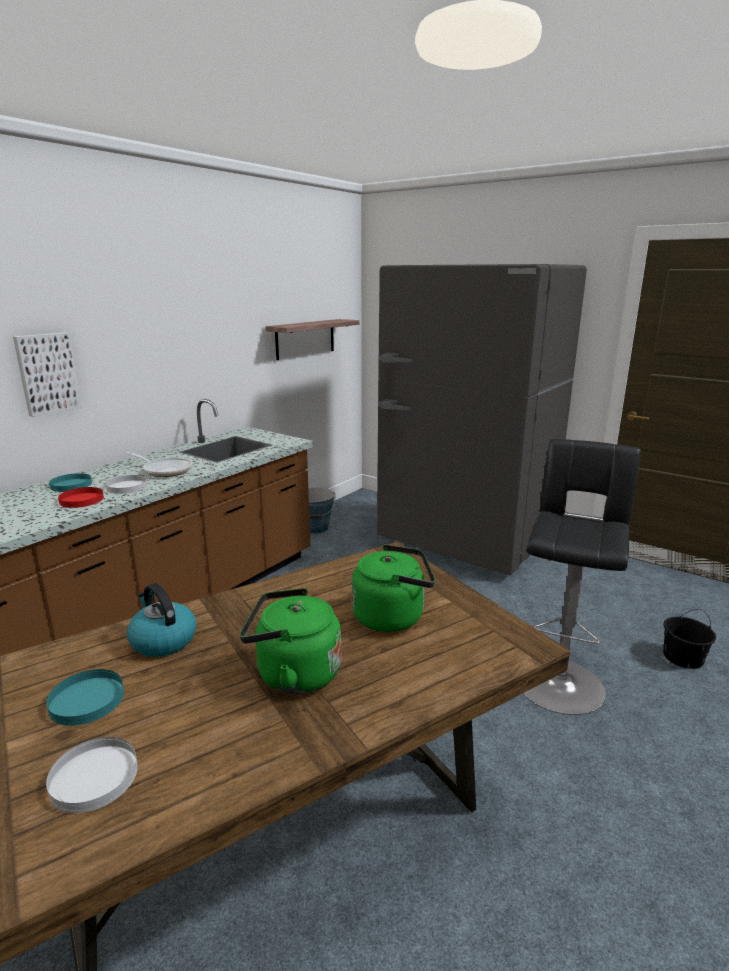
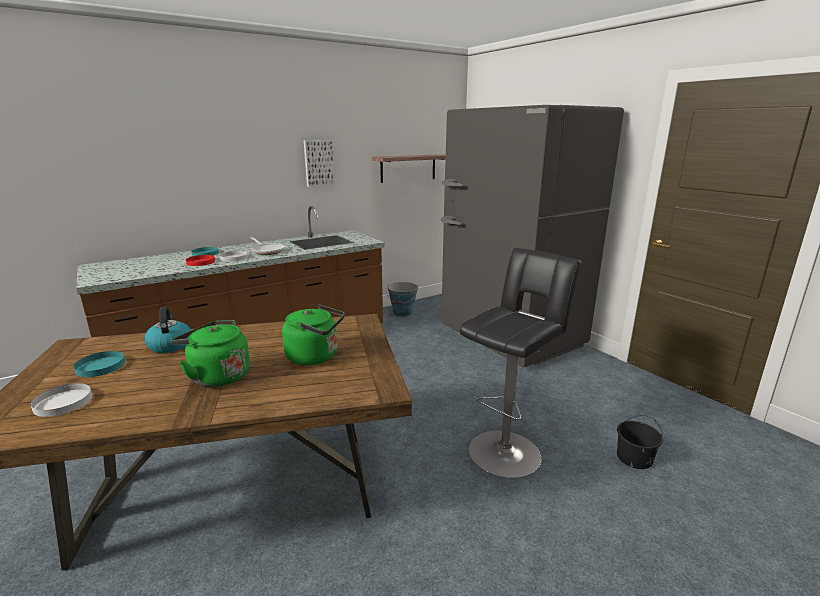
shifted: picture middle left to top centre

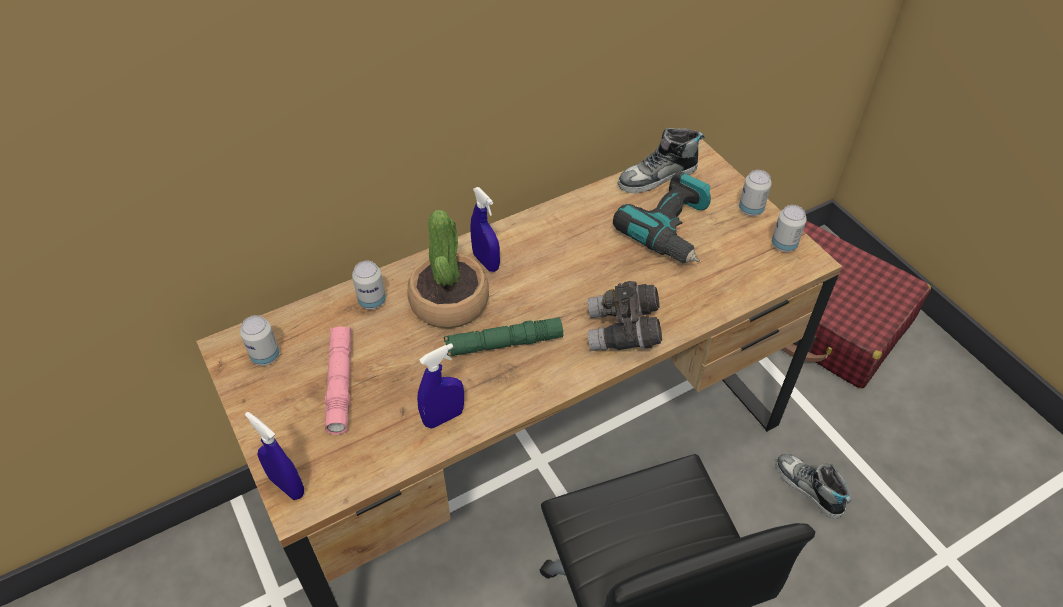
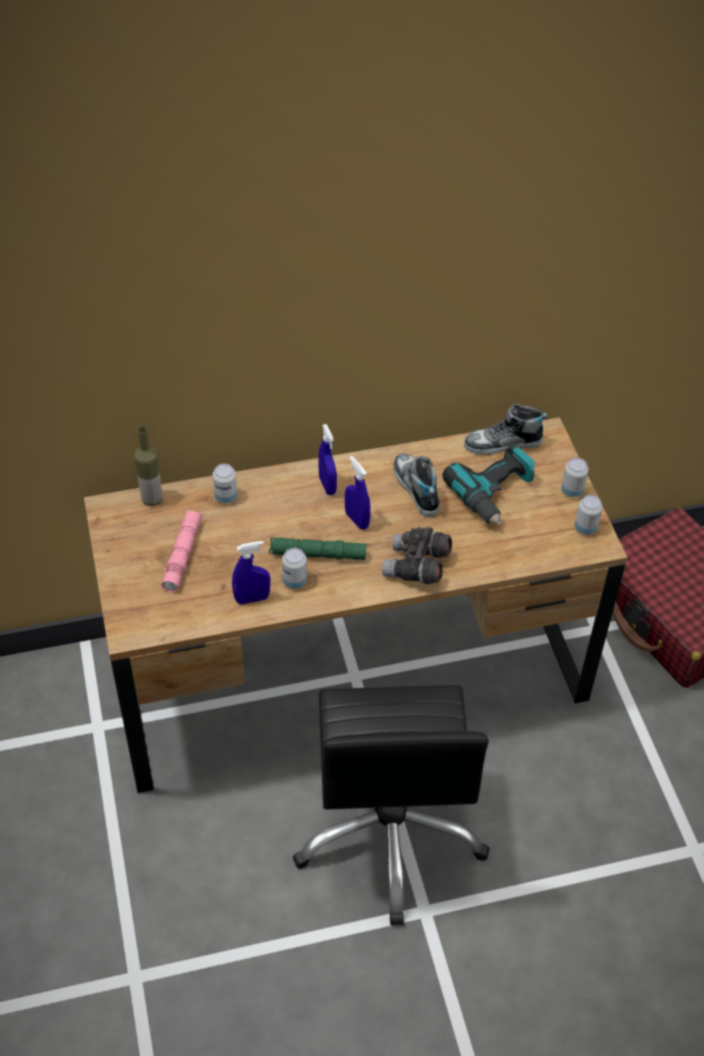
gone: potted plant centre
new: bottle middle left
shifted: can (no. 1 from left in the first image) middle left to can (no. 2 from left) centre; spray bottle in blue (no. 1 from left in the first image) bottom left to spray bottle in blue (no. 3 from left) centre; shoe (no. 2 from left in the first image) bottom right to shoe (no. 1 from left) centre

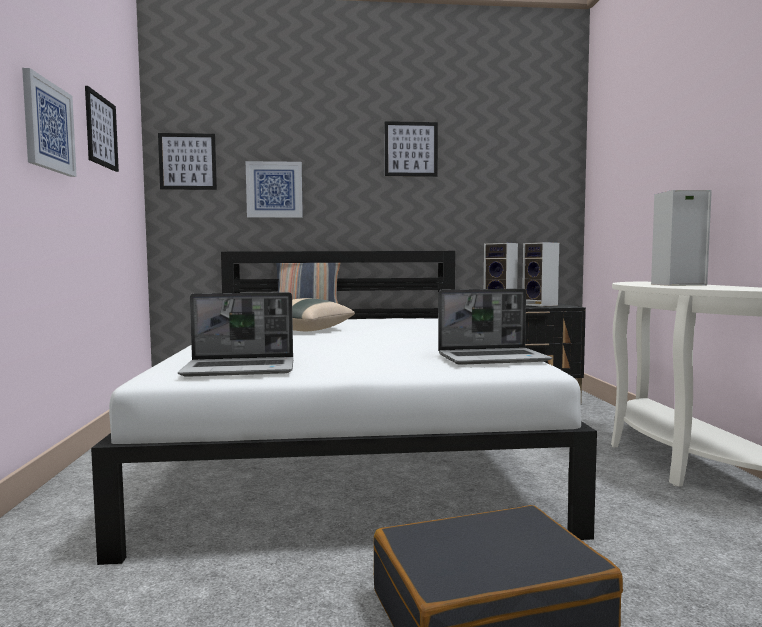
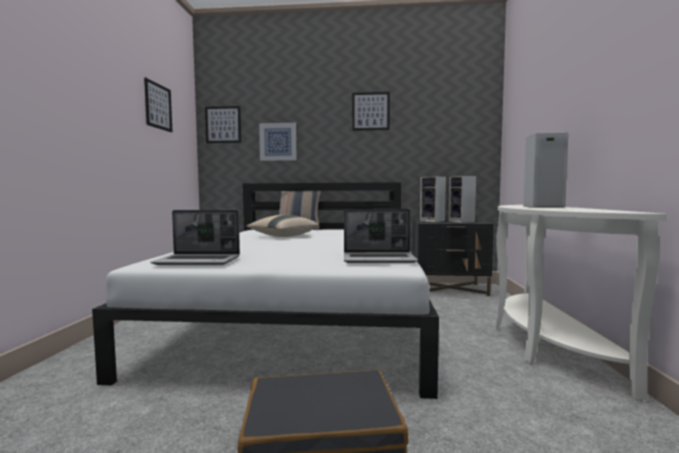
gone: picture (no. 1 from left) top left

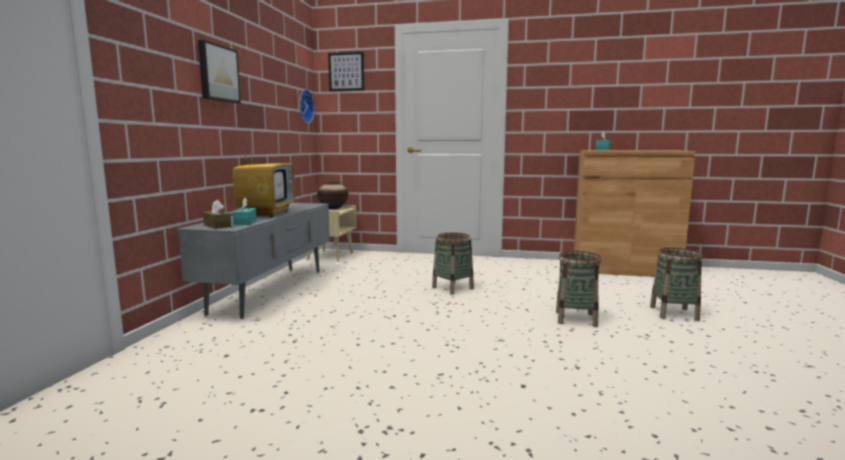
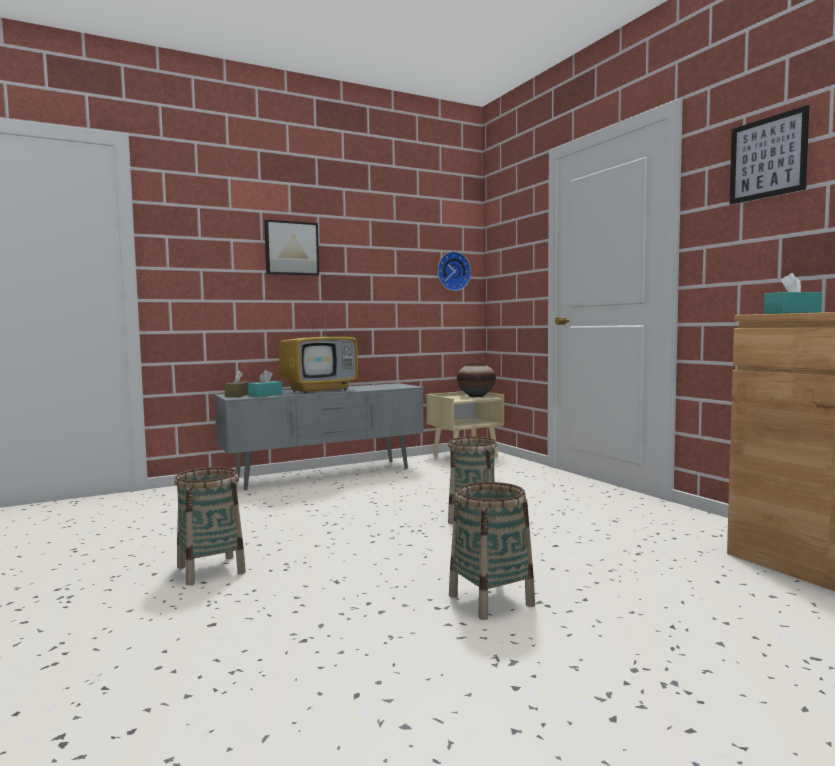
shifted: picture (no. 2 from left) top centre to top right; basket (no. 3 from left in the first image) middle right to basket (no. 1 from left) bottom left

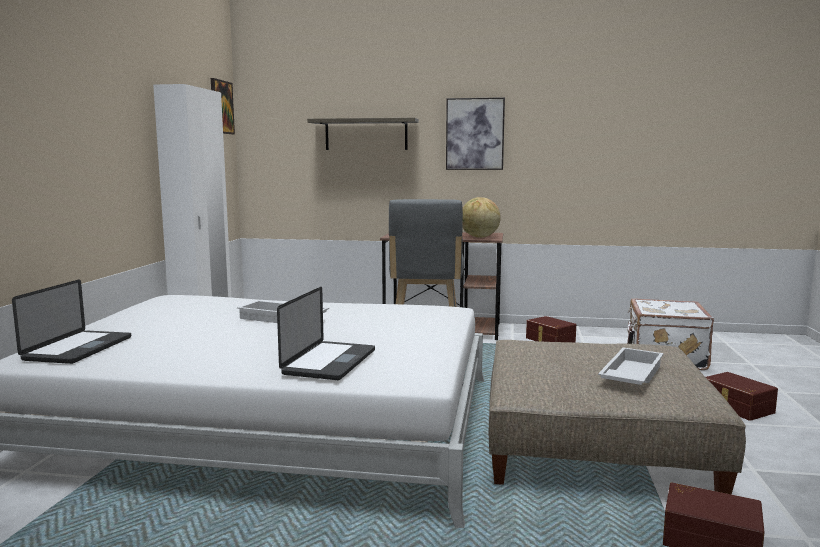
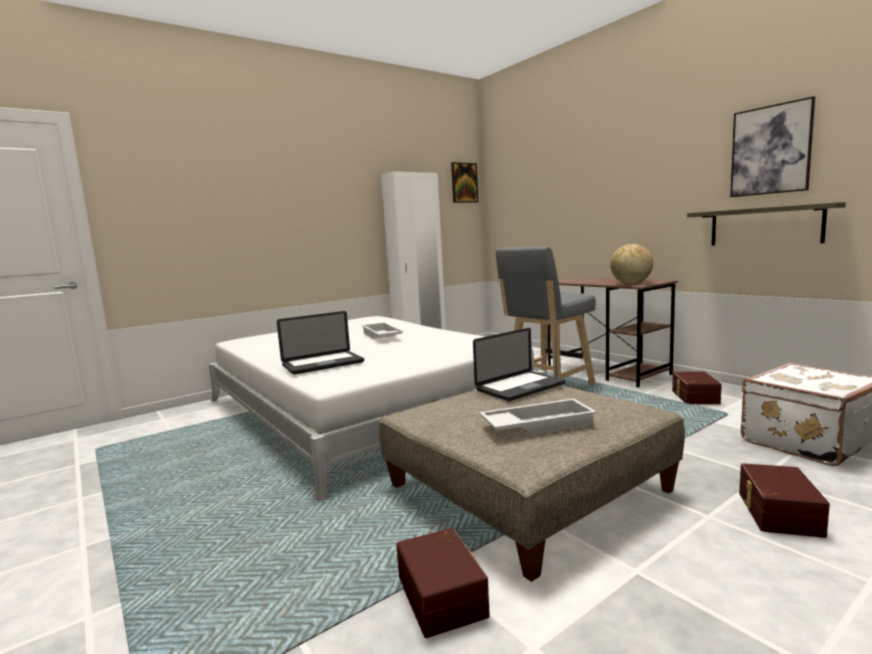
shifted: laptop (no. 1 from left in the first image) middle left to laptop (no. 2 from left) centre; shelf top centre to middle right; picture (no. 2 from left) top centre to top right

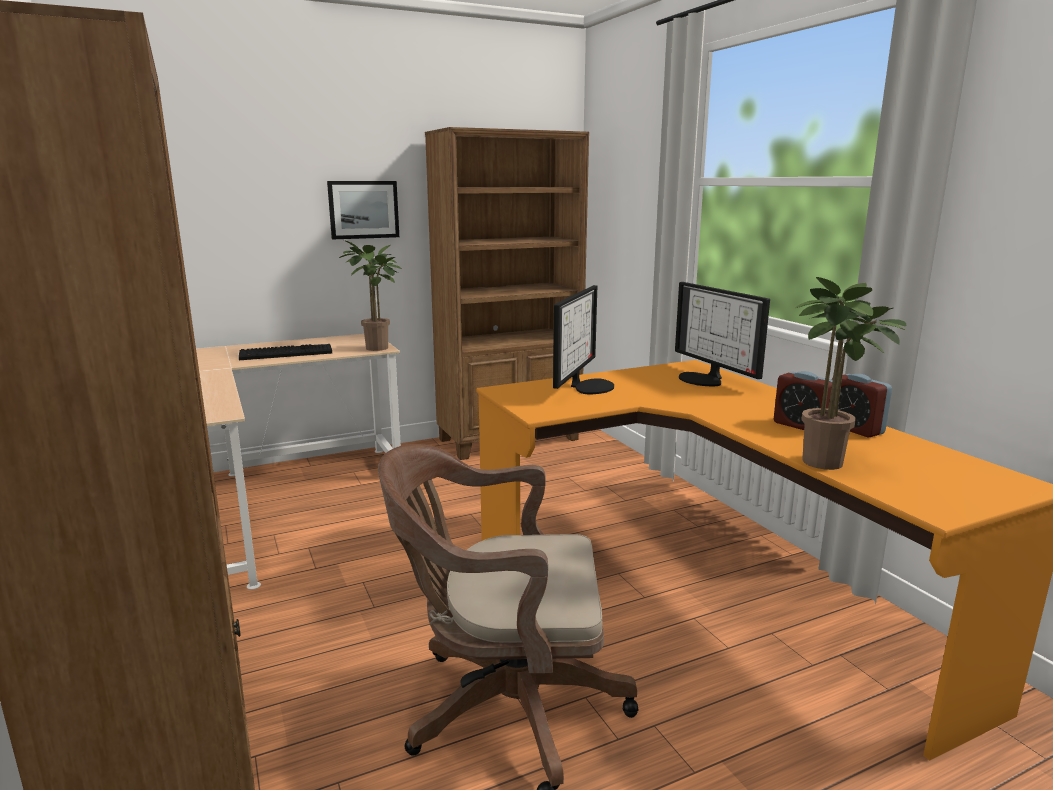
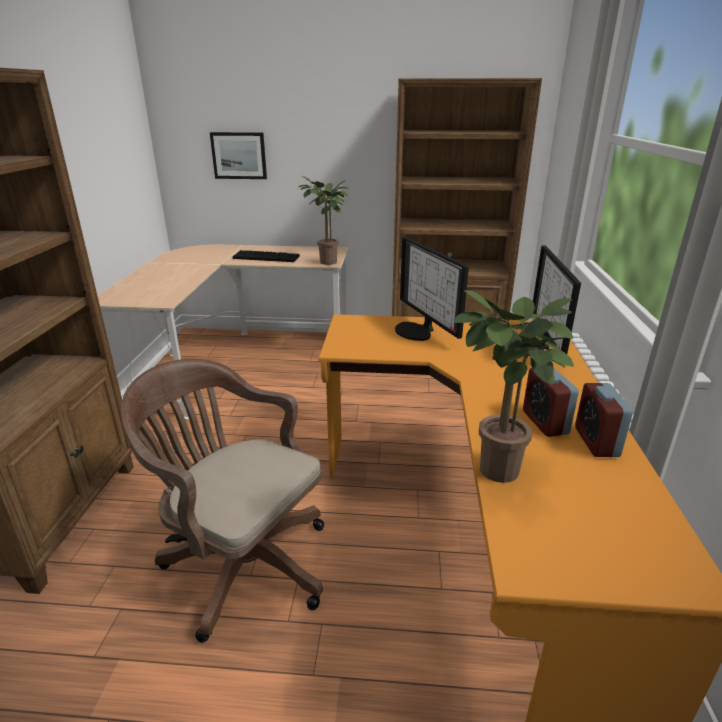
shifted: picture top centre to top left
rotated: monitor (no. 1 from left) centre = centre 105 degrees clockwise

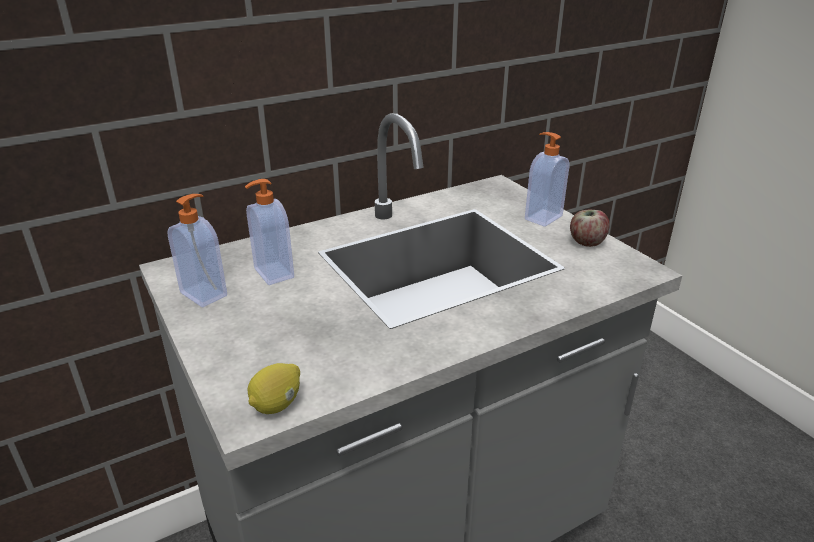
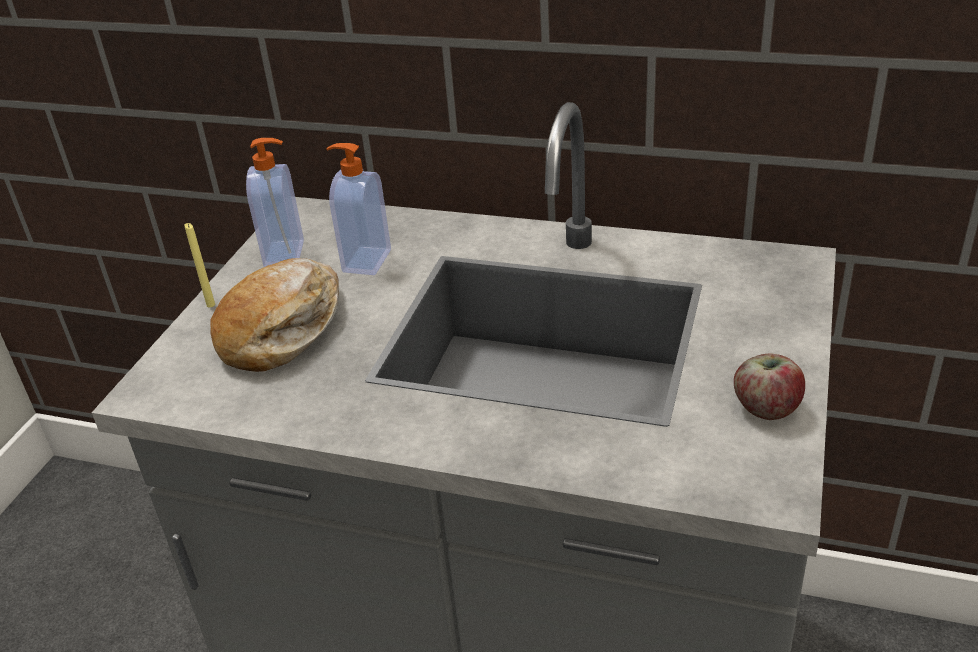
gone: lemon bottom centre; soap dispenser (no. 3 from left) top right
new: candle in yellow middle left; bread middle left

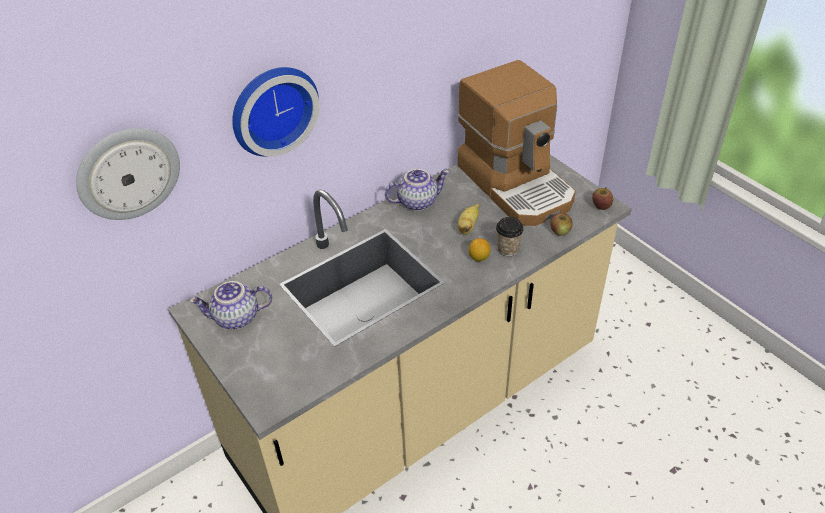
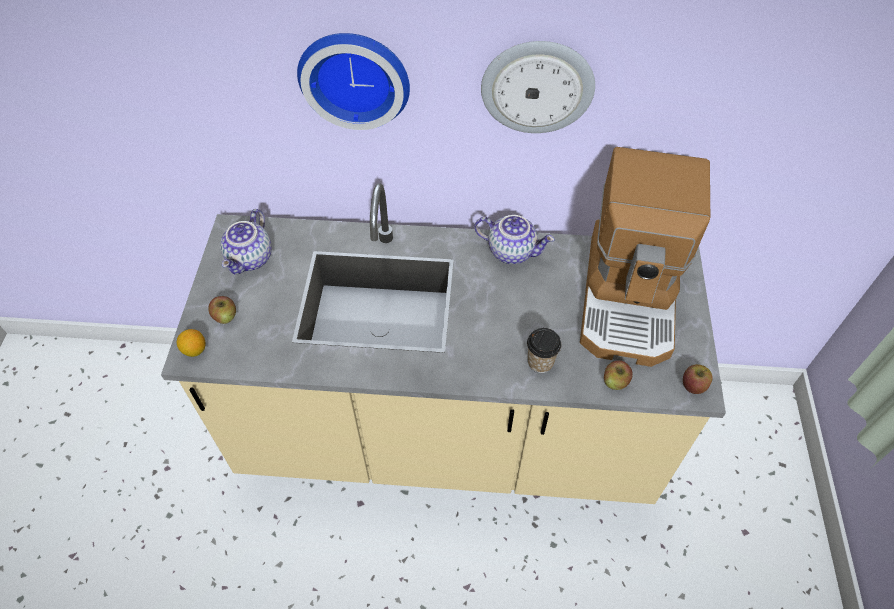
gone: banana centre
new: apple (no. 1 from left) middle left
shifted: wall clock (no. 1 from left in the first image) middle left to wall clock (no. 2 from left) top centre; lemon centre to middle left
rotated: teapot (no. 1 from left) middle left = middle left 105 degrees counterclockwise

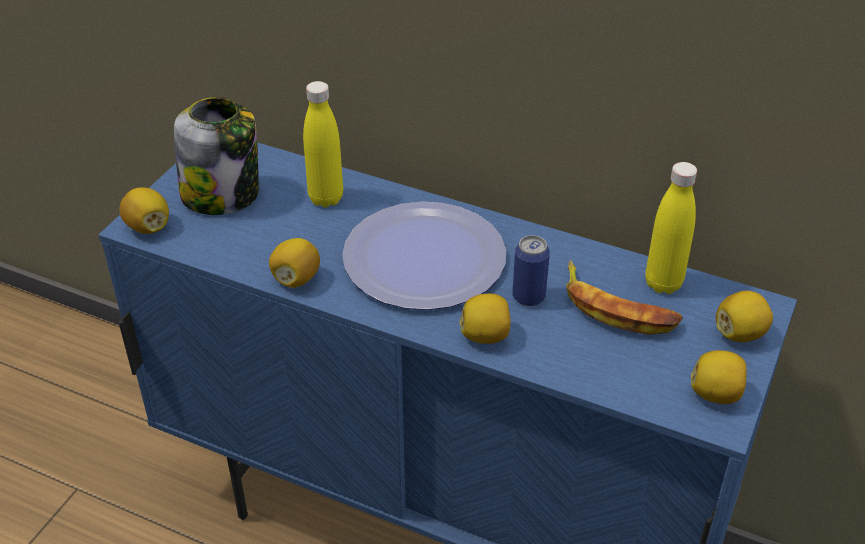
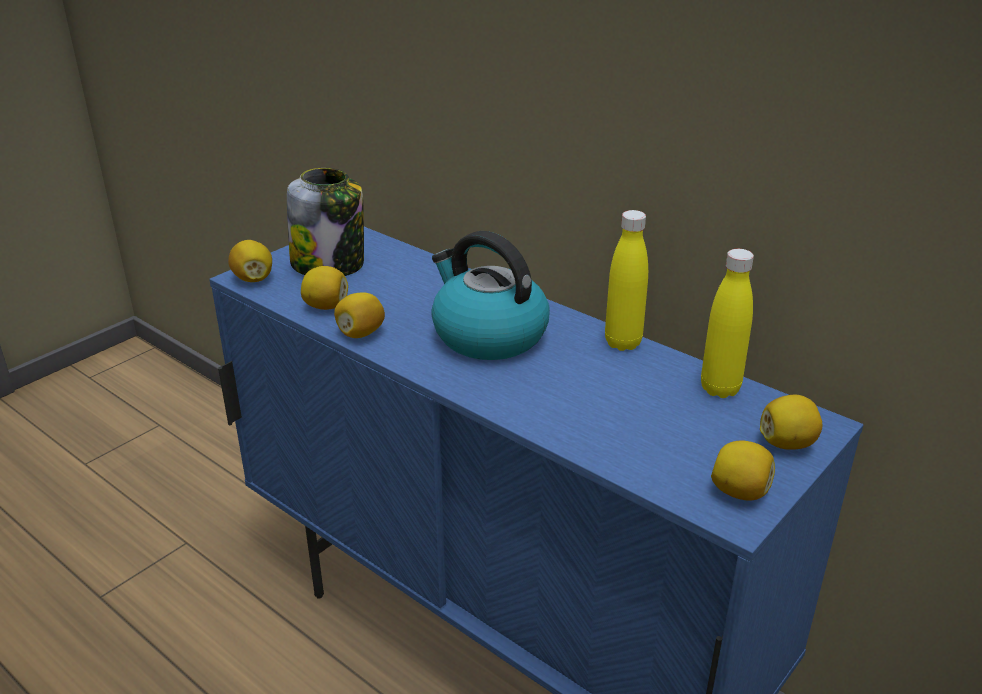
gone: can centre; banana middle right
shifted: bottle in yellow (no. 1 from left) top centre to centre; lemon (no. 3 from left in the first image) centre to lemon (no. 2 from left) middle left
swapped: plate centre to kettle centre

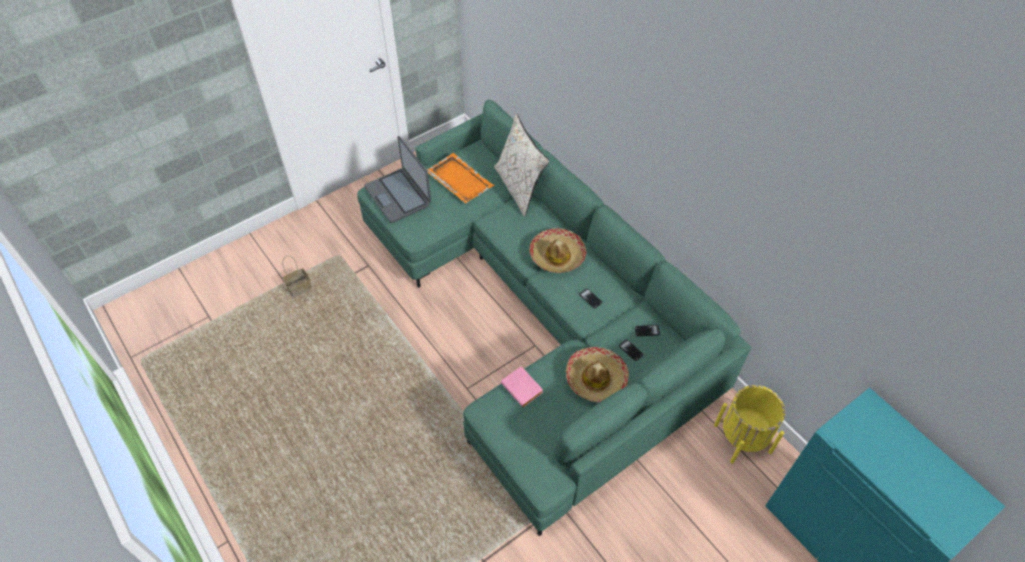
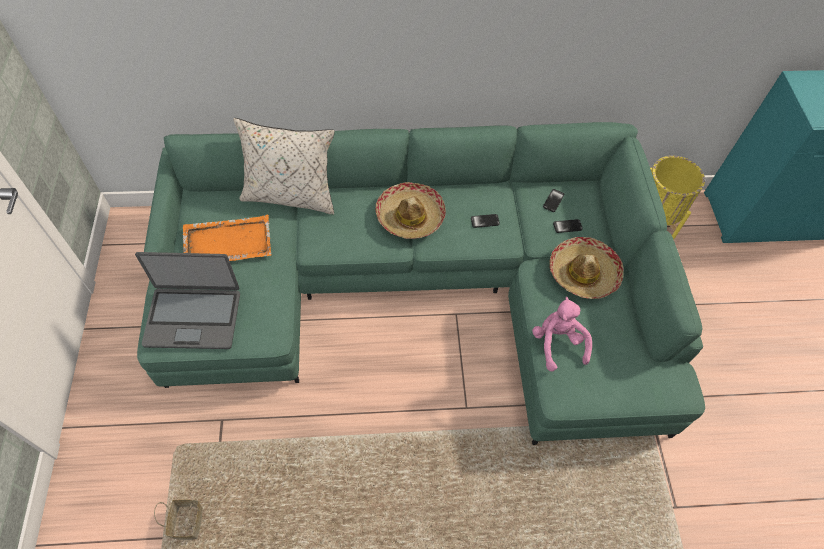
swapped: book in pink bottom centre to plush toy in pink middle right

